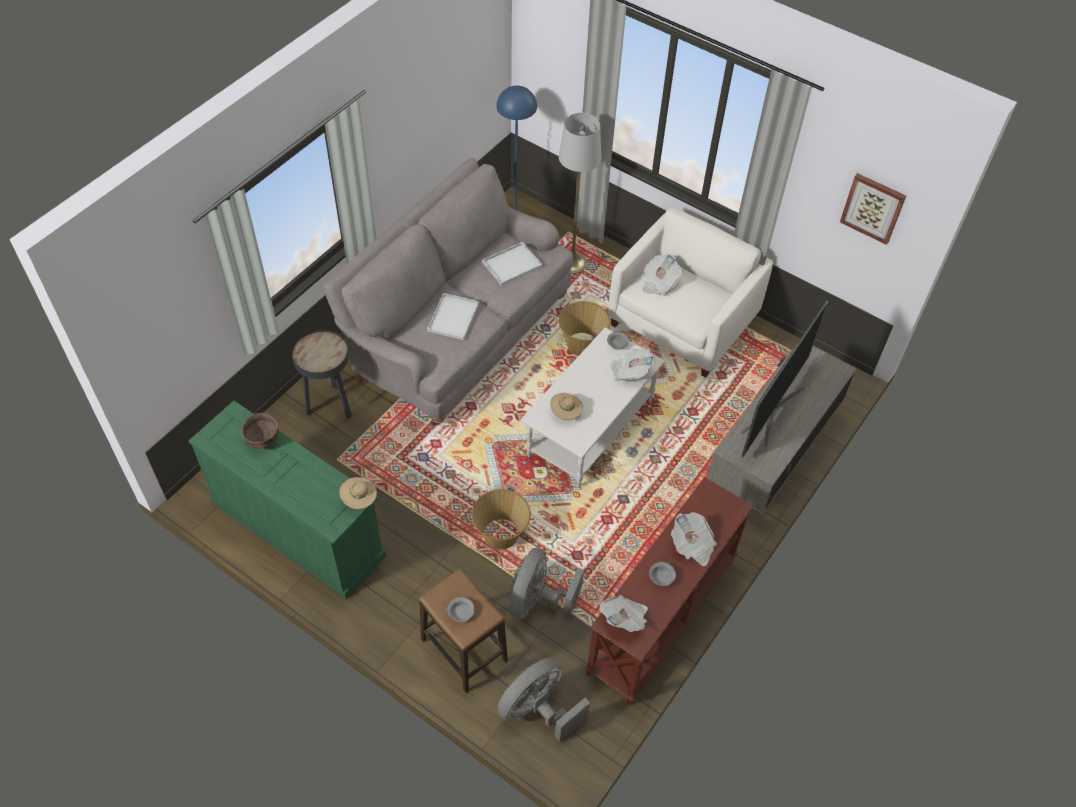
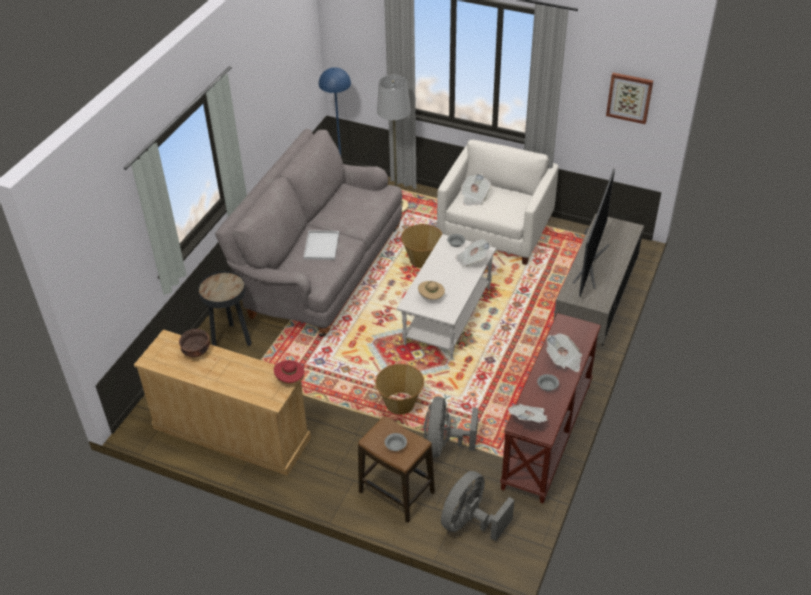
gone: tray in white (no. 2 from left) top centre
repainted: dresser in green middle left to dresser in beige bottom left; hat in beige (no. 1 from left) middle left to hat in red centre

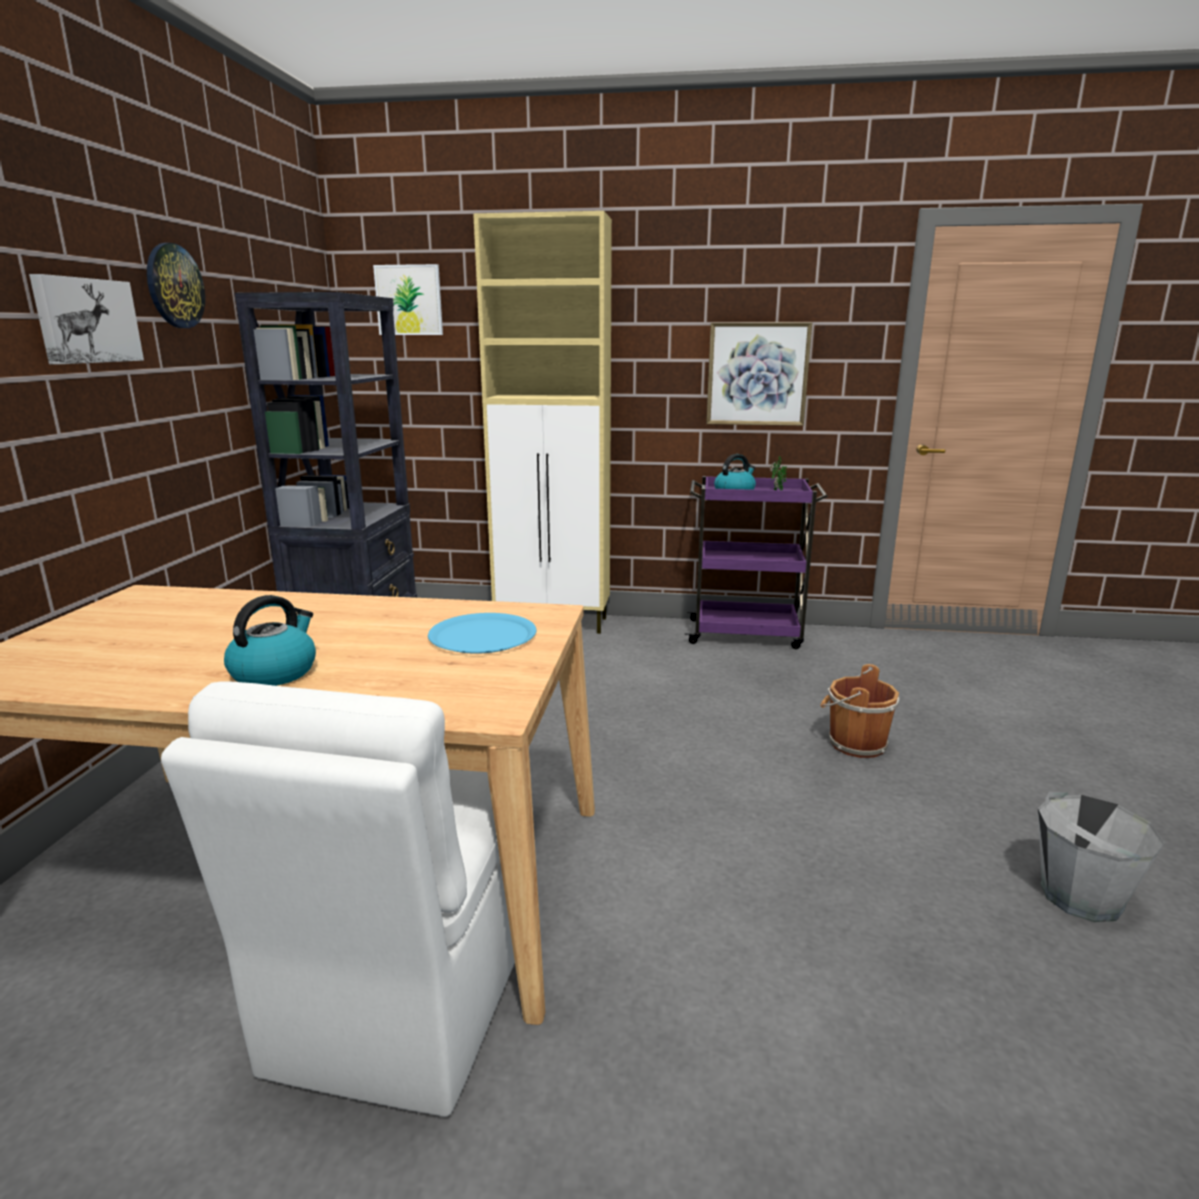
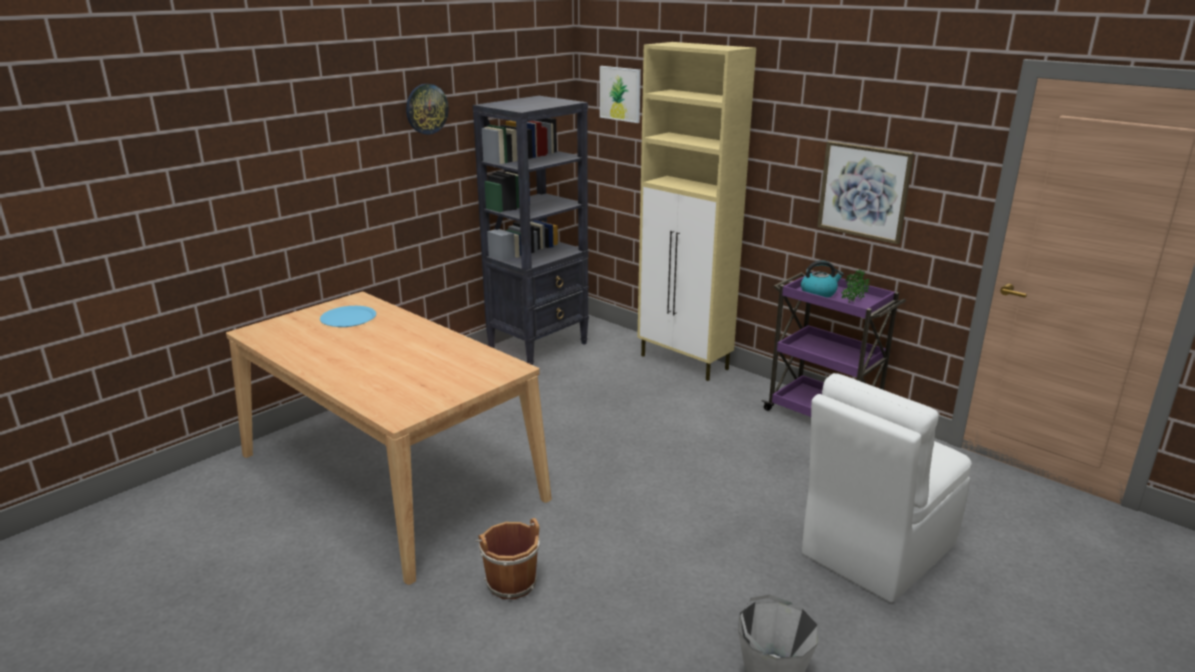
gone: picture (no. 1 from left) top left; kettle (no. 1 from left) middle left
shifted: chair in white bottom left to bottom right; plate in blue centre to middle left; bucket in brown middle right to bottom centre

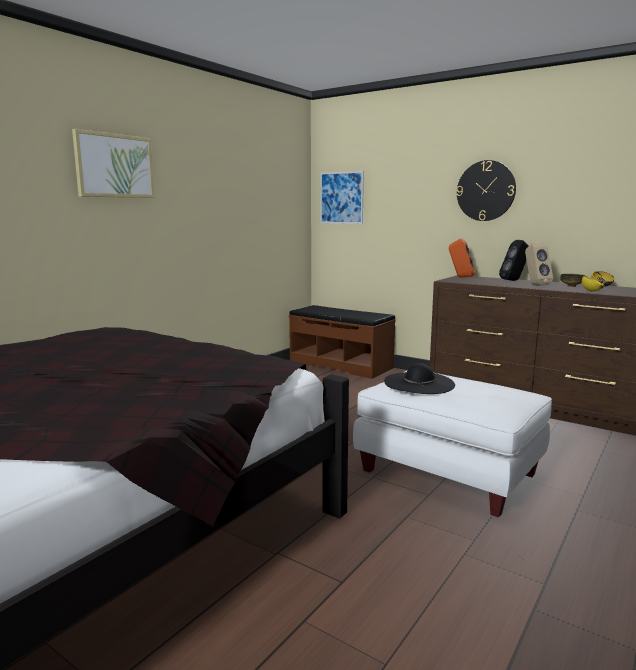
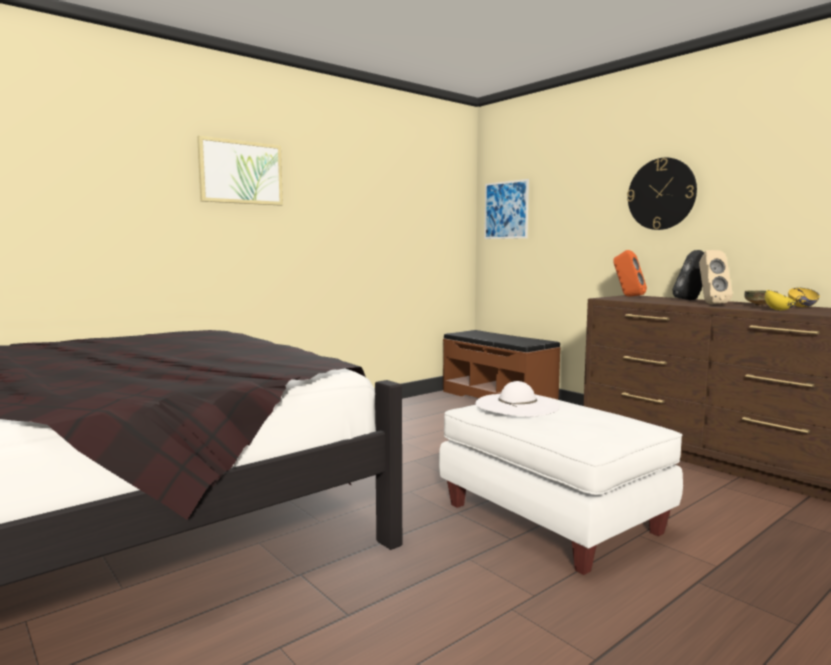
repainted: hat in black centre to hat in white centre

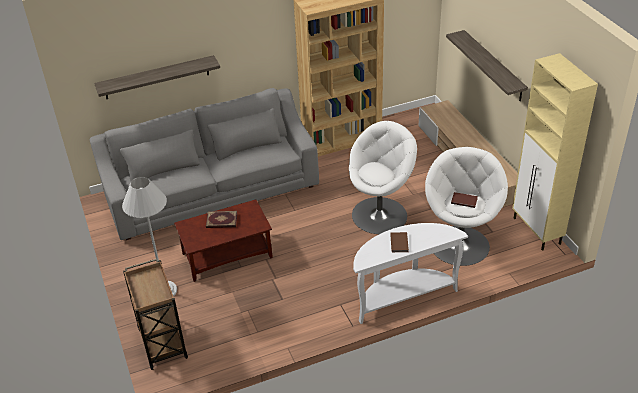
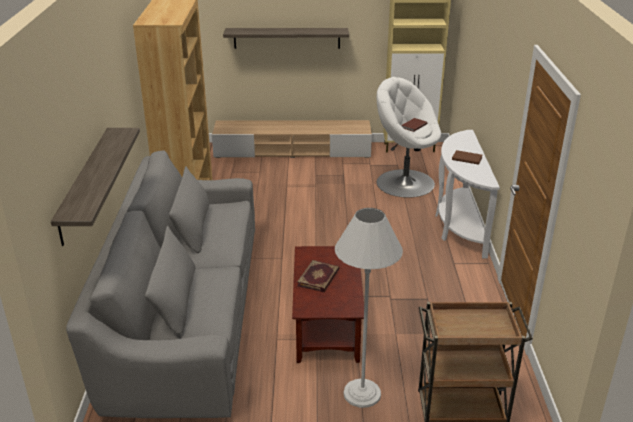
gone: armchair in white (no. 1 from left) centre

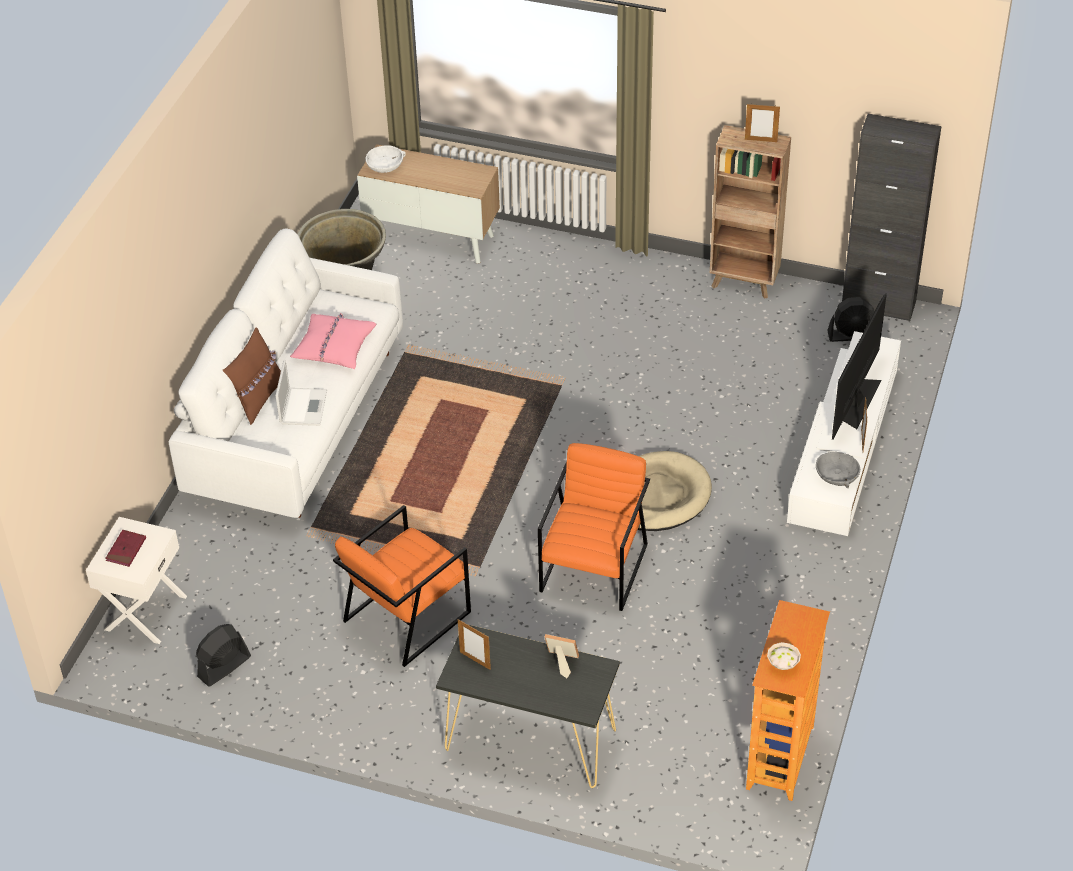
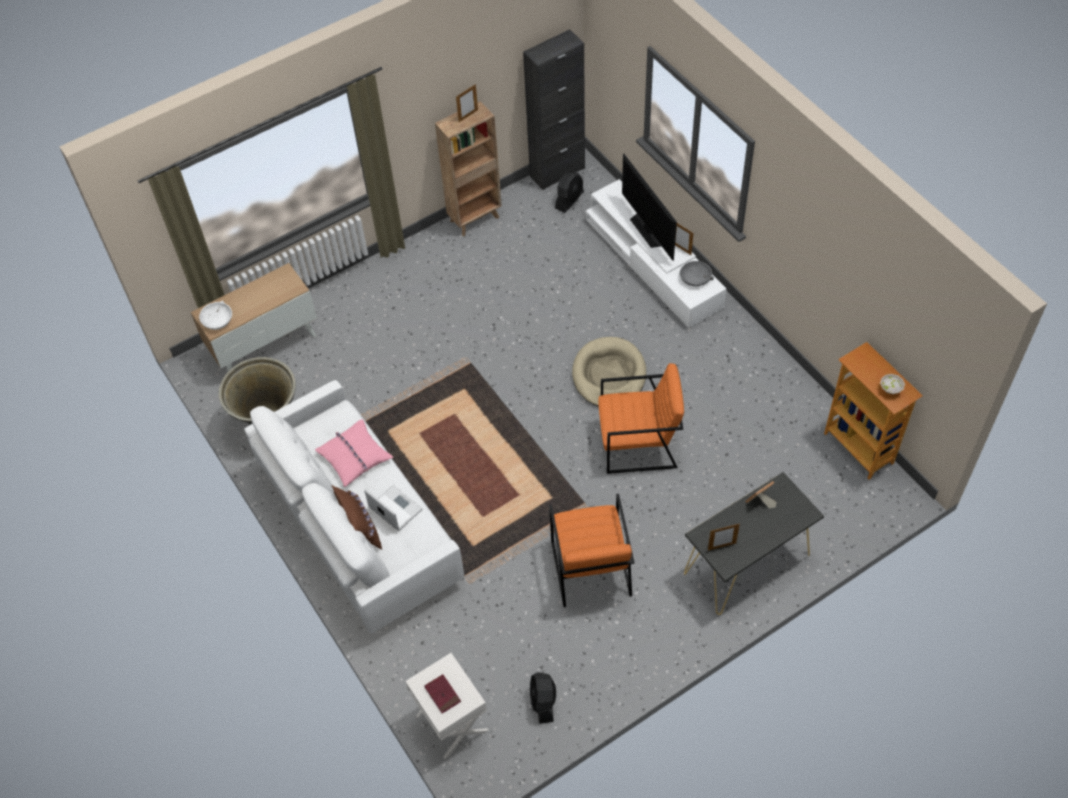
rotated: armchair in orange (no. 2 from left) centre = centre 120 degrees clockwise

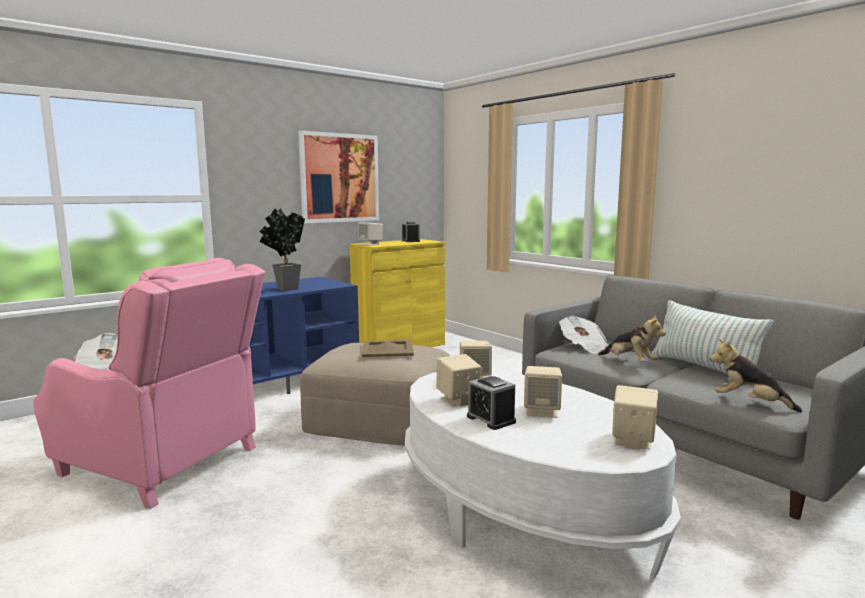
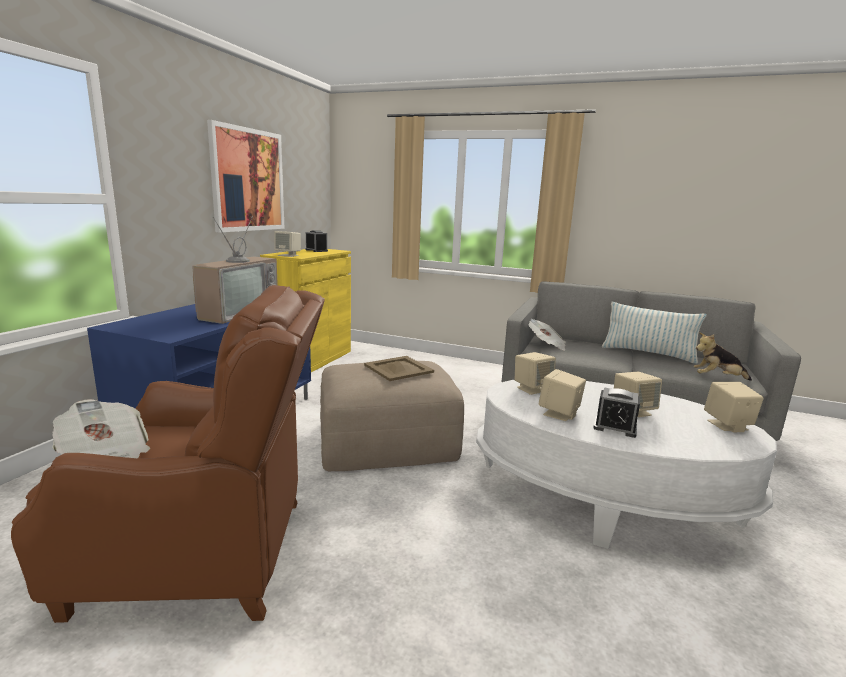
gone: plush toy (no. 1 from left) middle right
swapped: potted plant middle left to television middle left
repainted: armchair in pink middle left to armchair in brown bottom left

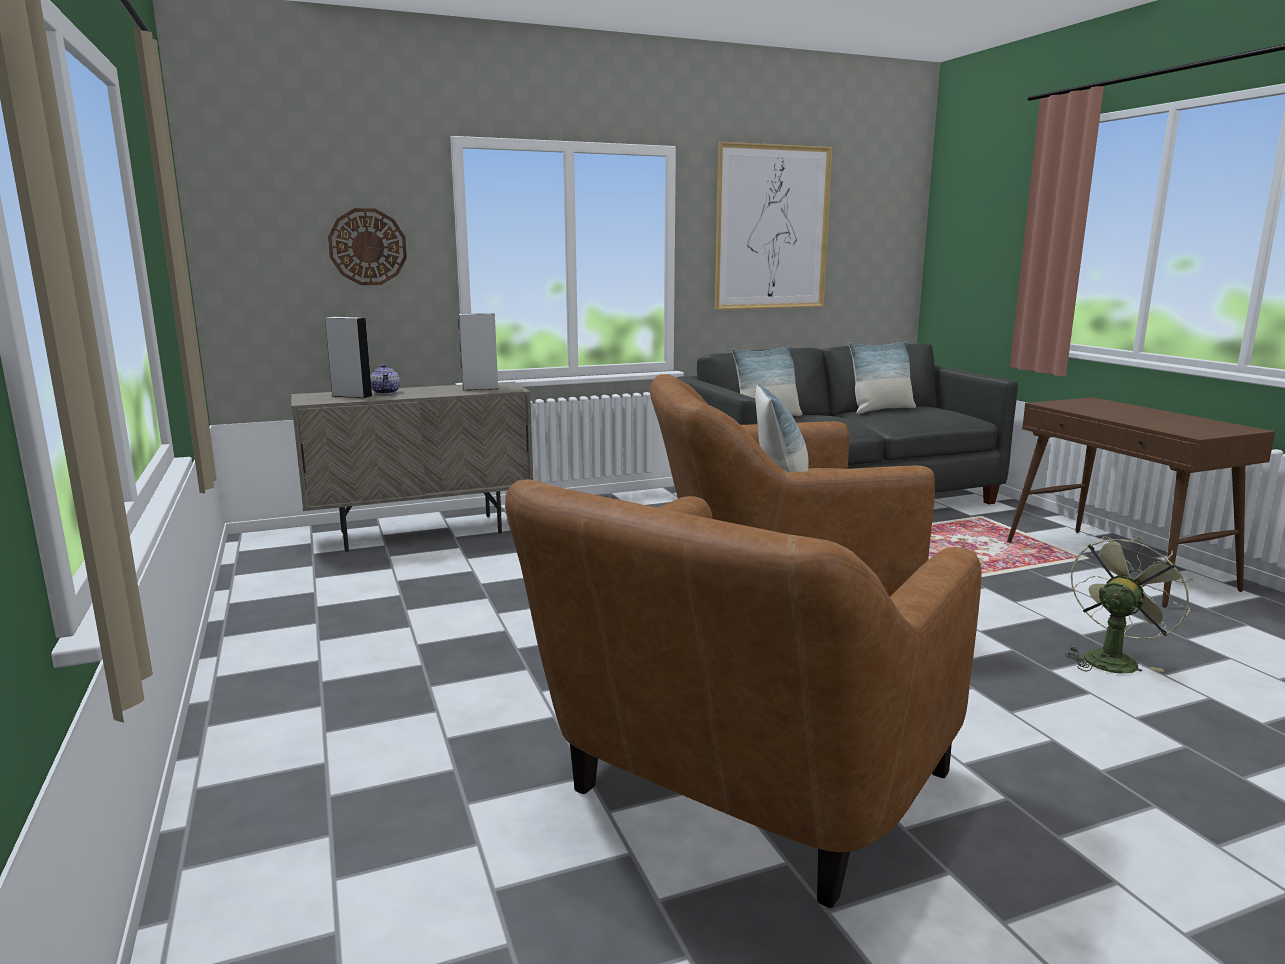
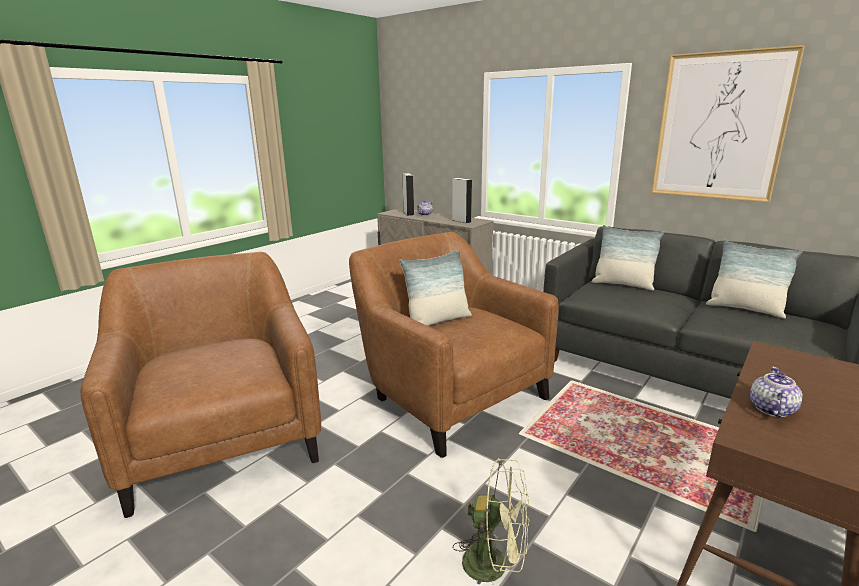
gone: wall clock top left
new: teapot (no. 2 from left) bottom right
rotated: armchair in brown (no. 1 from left) bottom centre = middle left 60 degrees clockwise

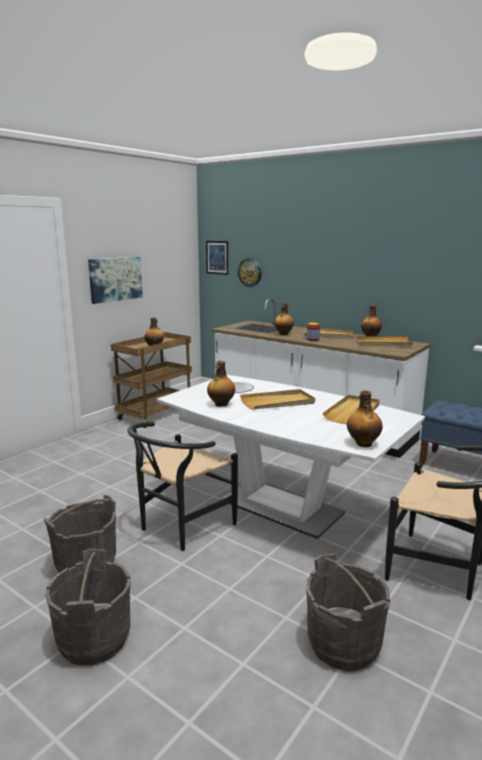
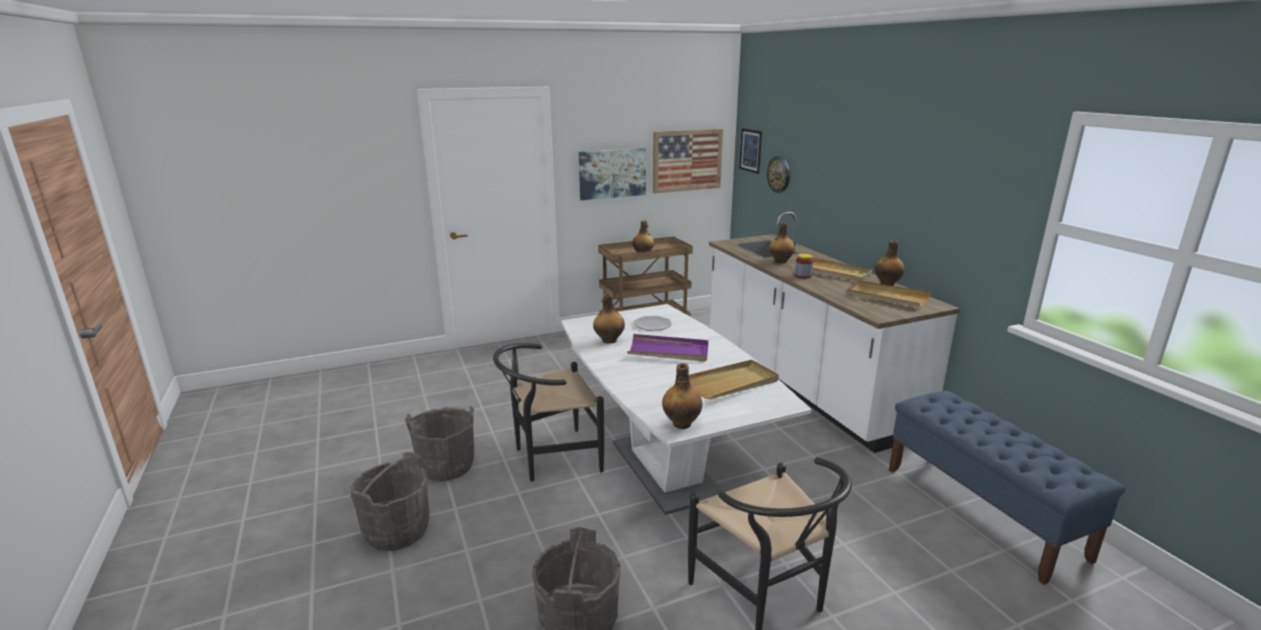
new: picture (no. 2 from left) top centre
repainted: tray in beige (no. 1 from left) centre to tray in purple centre

